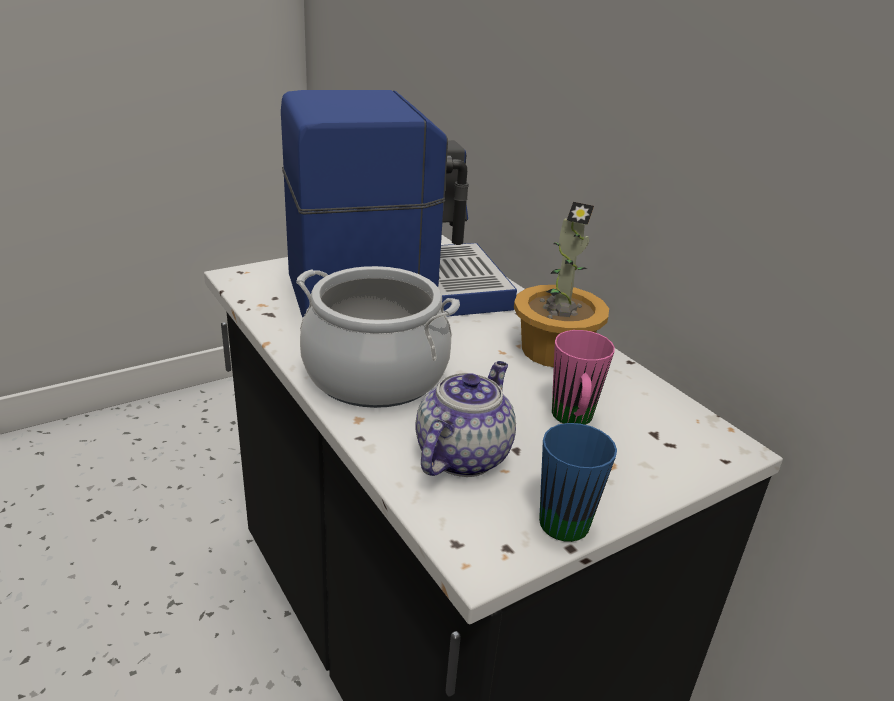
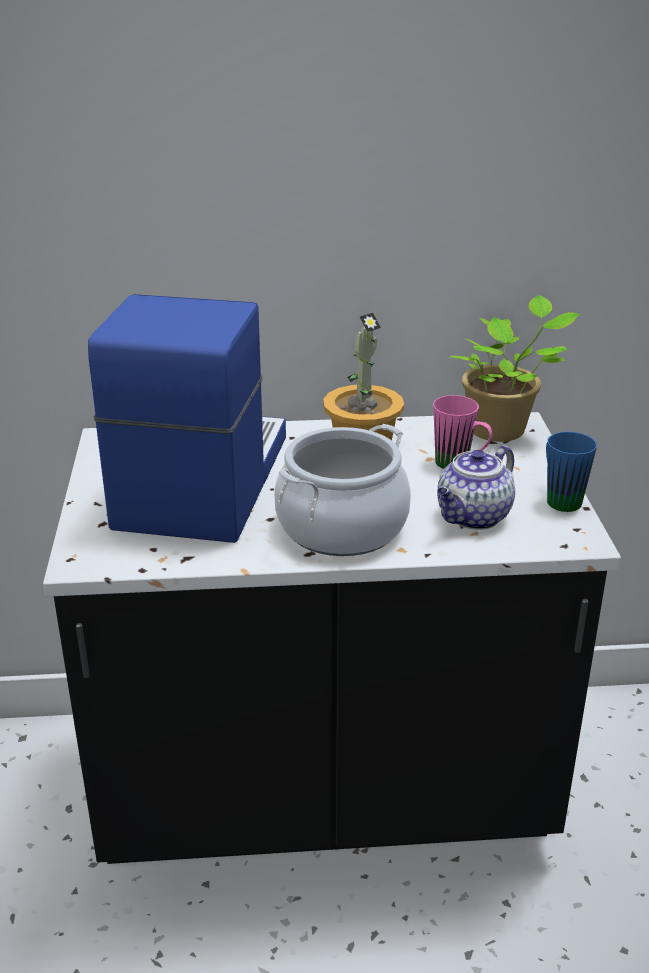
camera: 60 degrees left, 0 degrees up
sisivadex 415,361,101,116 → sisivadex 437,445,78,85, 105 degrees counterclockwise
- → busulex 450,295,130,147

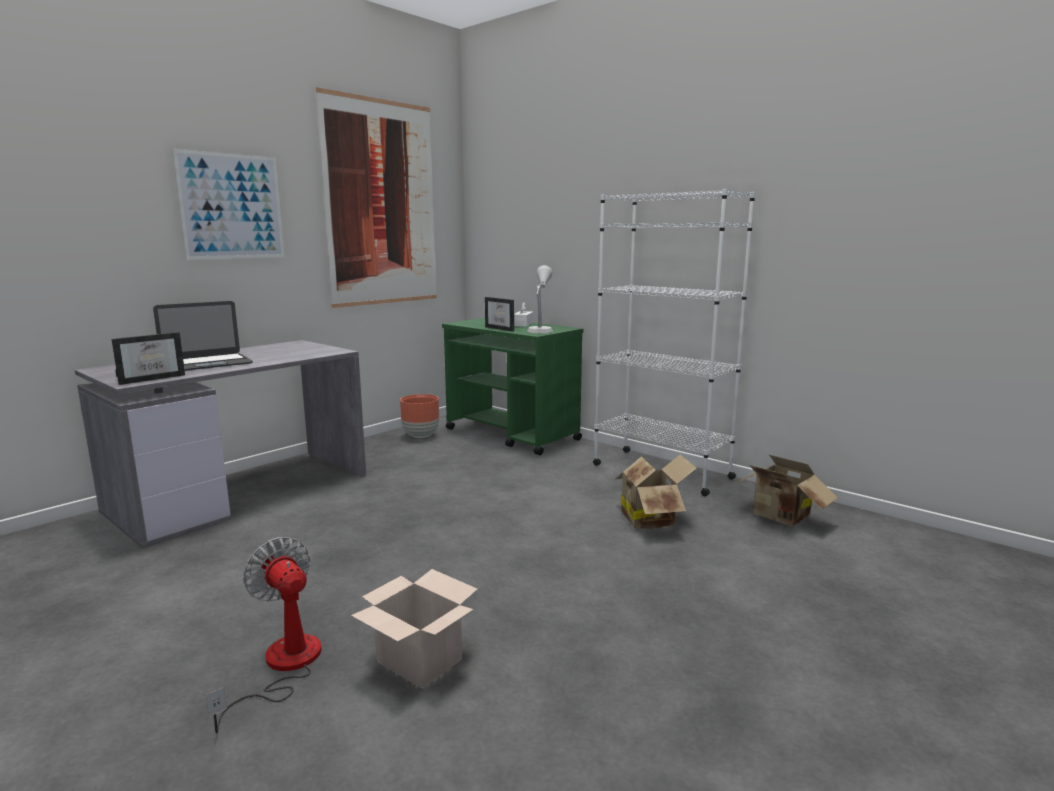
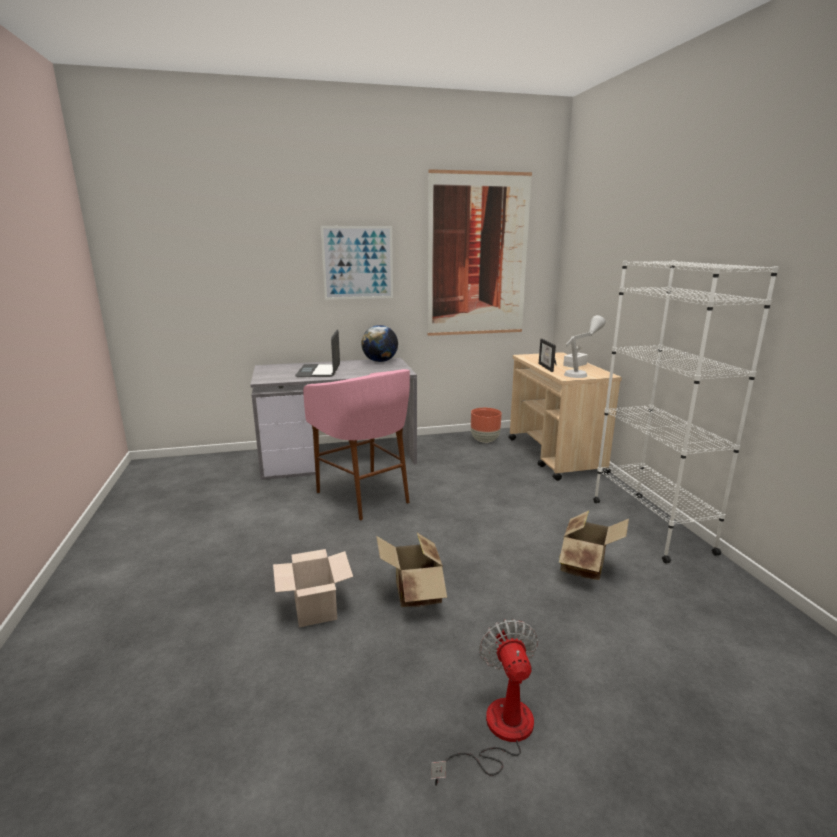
camera: 35 degrees right, 5 degrees up
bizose 153,301,100,70 → bizose 295,329,45,48, 90 degrees clockwise
- → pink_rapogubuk 303,369,107,151
- → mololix 361,325,37,37
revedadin 734,455,104,71 → revedadin 376,532,71,75, move
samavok 206,537,115,196 → samavok 431,619,107,167, move
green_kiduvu 442,318,141,137 → beige_kiduvu 508,352,114,129
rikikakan 112,332,73,53 → -

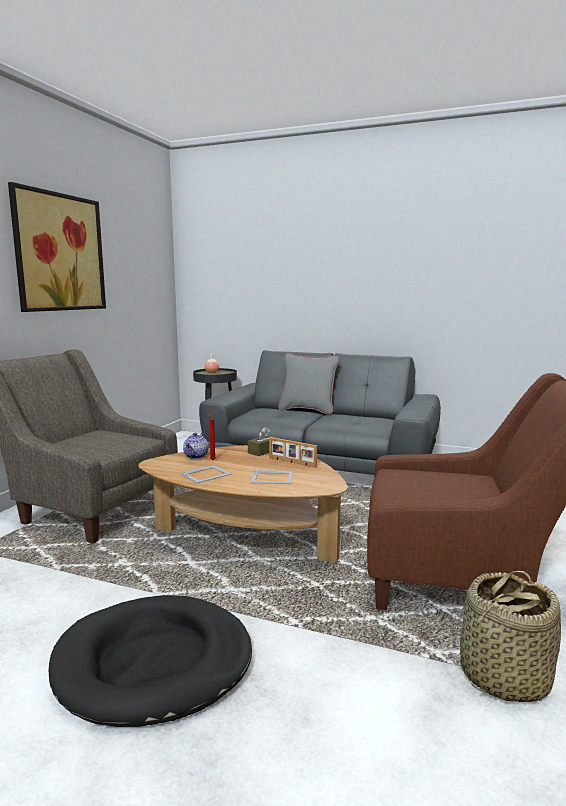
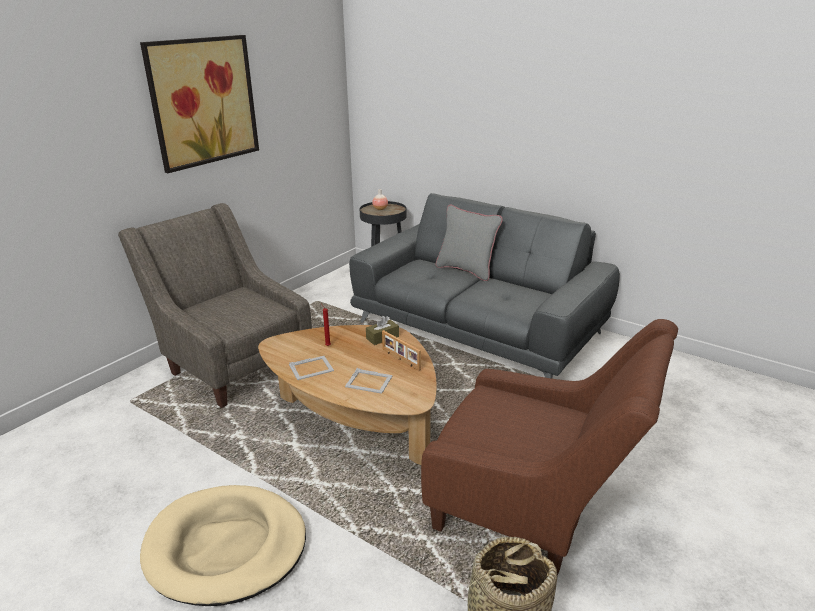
camera: 15 degrees right, 15 degrees up
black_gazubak 49,595,203,132 → beige_gazubak 140,485,166,121
sisivadex 183,433,25,26 → -

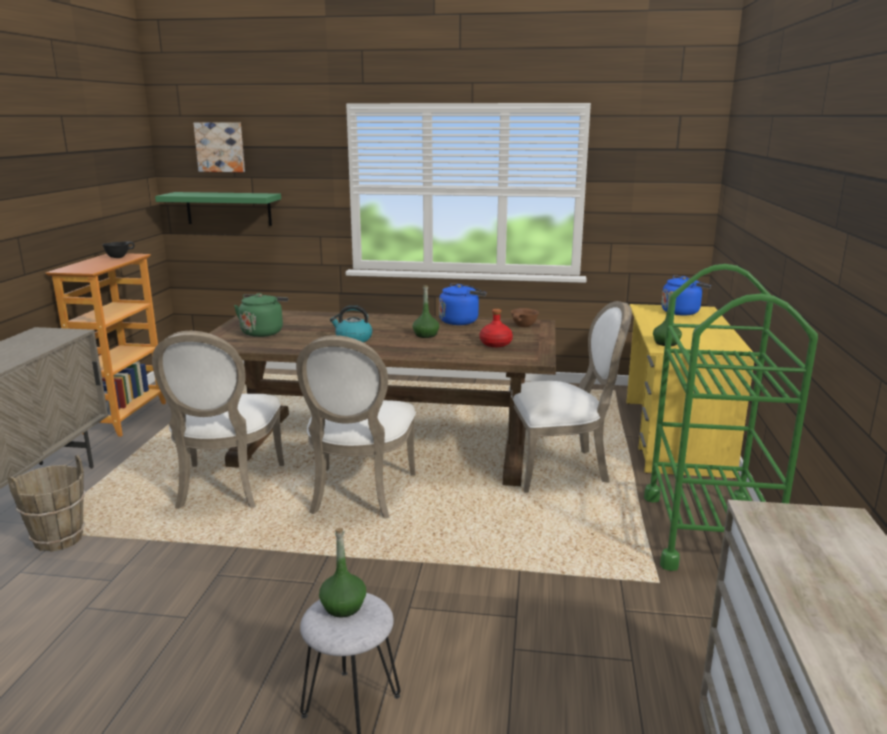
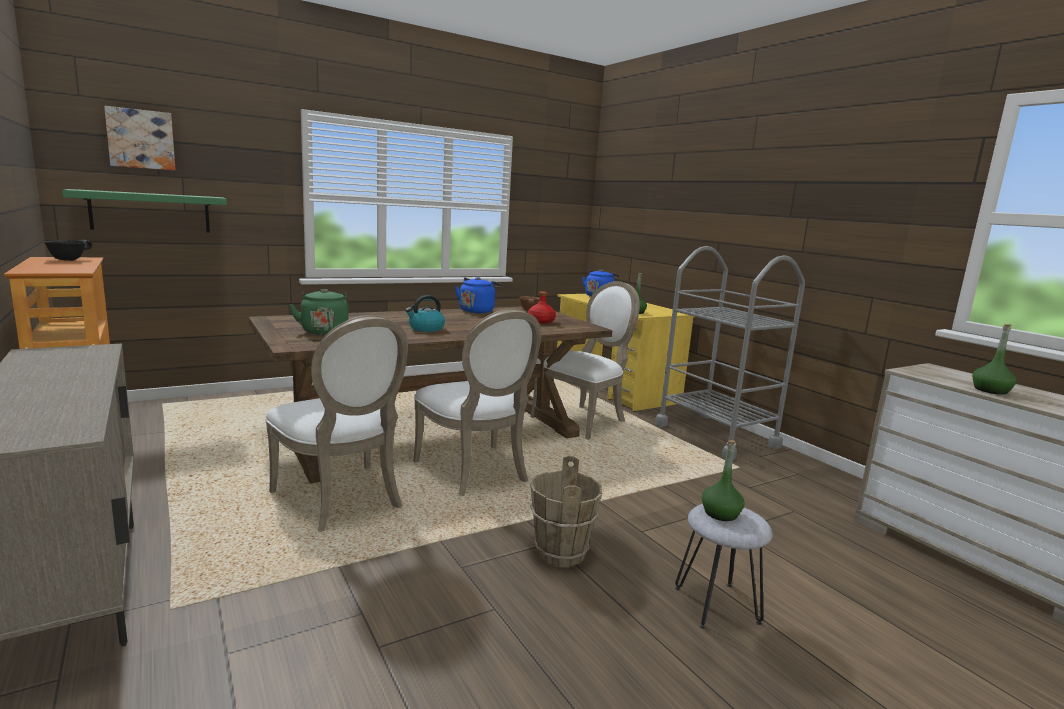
camera: 40 degrees left, 5 degrees down
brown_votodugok 8,455,78,97 → brown_votodugok 530,456,72,111, move
green_kiduvu 644,264,174,307 → grey_kiduvu 655,246,150,214
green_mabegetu 413,285,26,53 → green_mabegetu 972,324,45,71, move

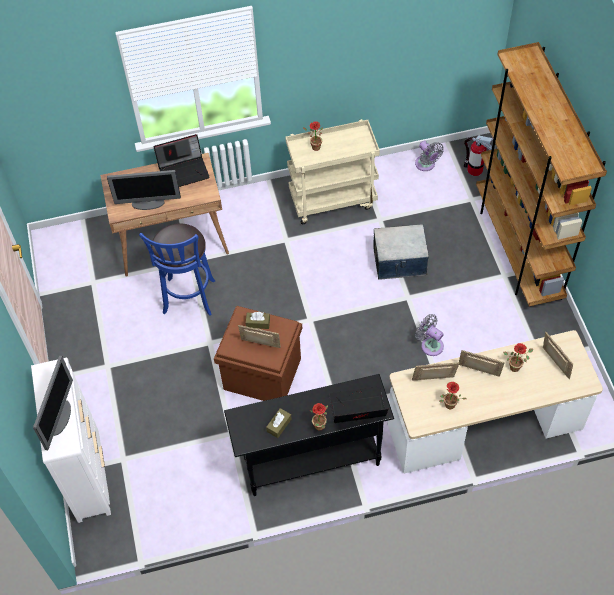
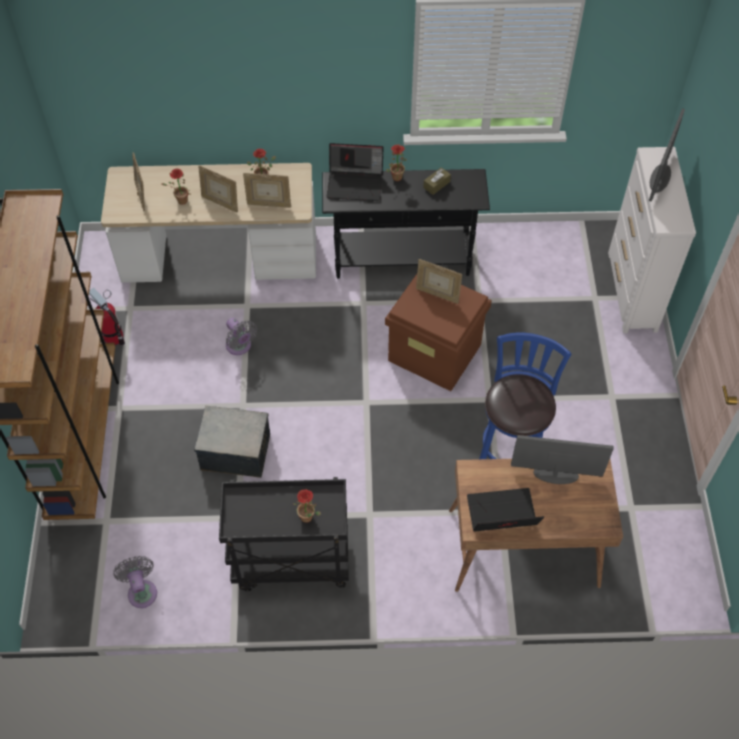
camera: 170 degrees left, 0 degrees up
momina 464,135,29,41 → momina 89,288,36,58, move
beige_kiduvu 285,119,95,105 → black_kiduvu 219,477,130,114
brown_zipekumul 245,312,25,17 → -

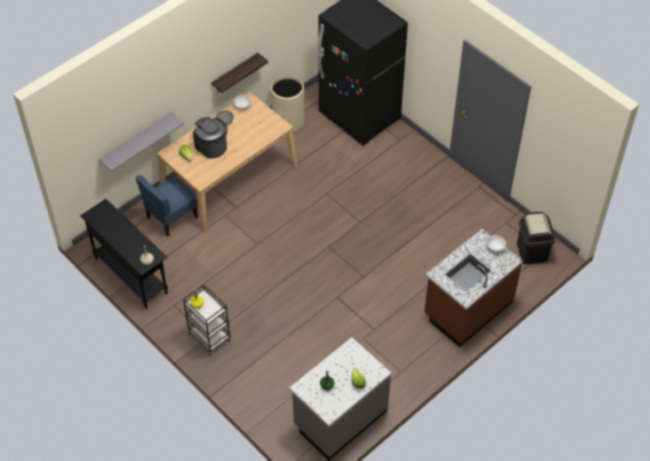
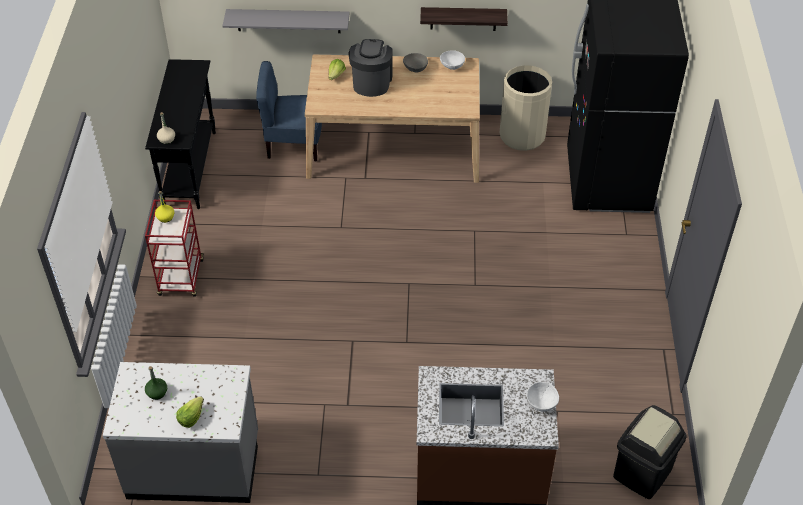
camera: 45 degrees right, 5 degrees down
black_kiduvu 183,284,48,71 → red_kiduvu 145,200,59,97

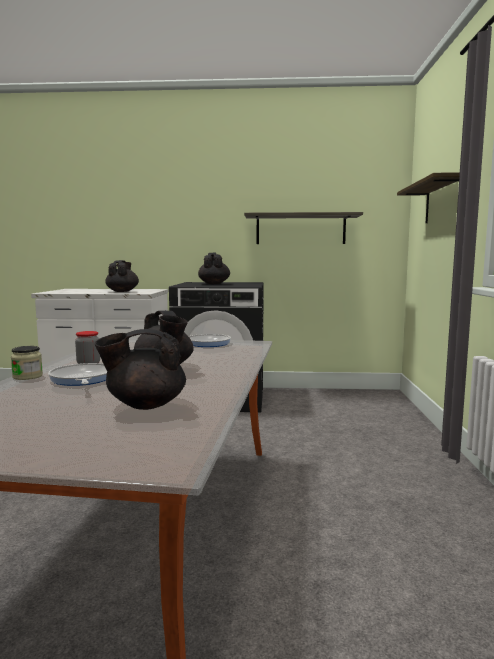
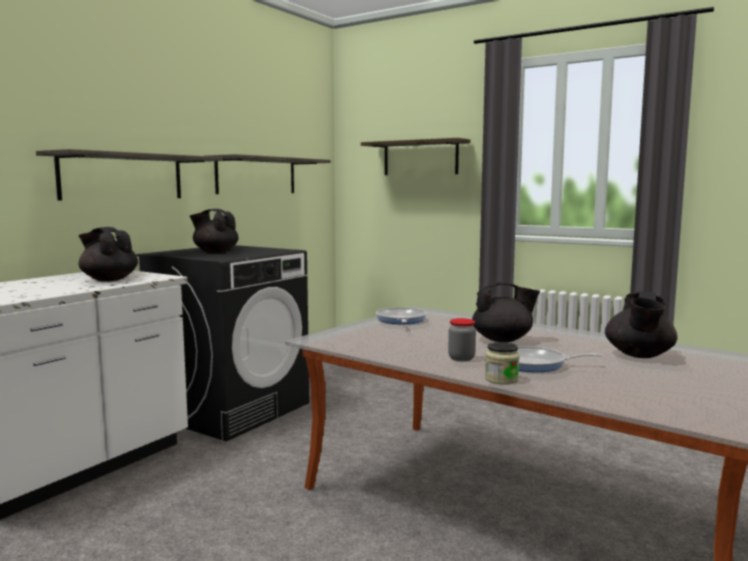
camera: 60 degrees left, 0 degrees up
- → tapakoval 36,149,187,52

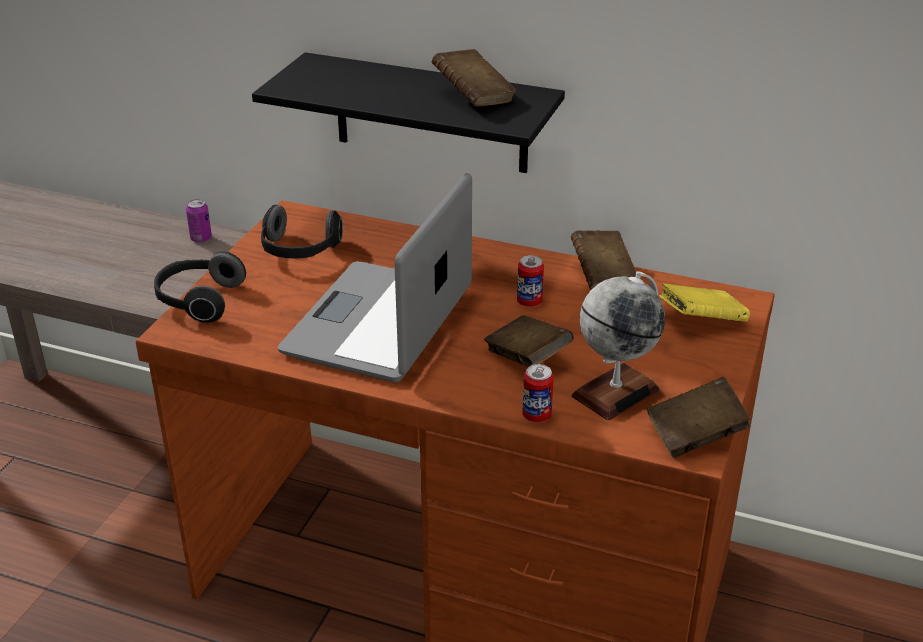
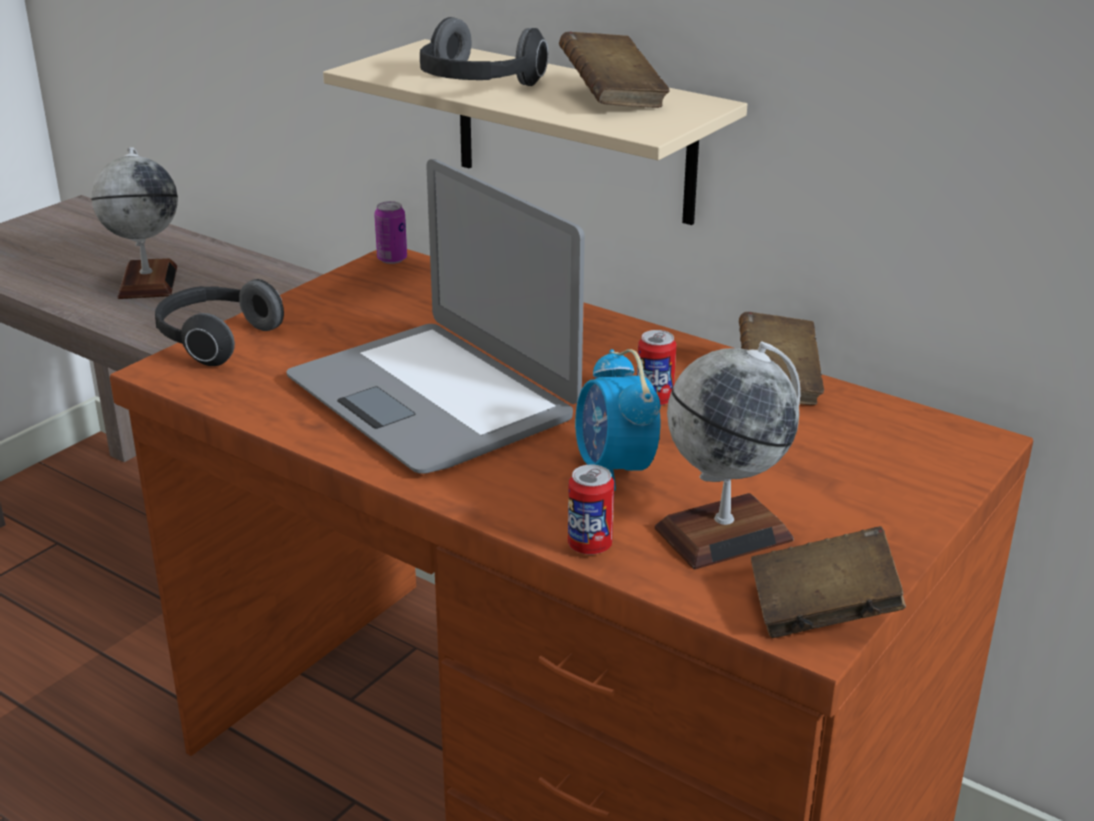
camera: 15 degrees right, 5 degrees down
- → mololix 91,148,87,151
bizose 278,173,194,210 → bizose 286,159,299,315, 75 degrees counterclockwise
black_tapakoval 252,52,313,121 → beige_tapakoval 323,39,424,186
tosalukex 186,199,26,44 → tosalukex 374,201,33,63, move
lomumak 261,205,82,54 → lomumak 420,17,128,69, move
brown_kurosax 484,315,90,52 → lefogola 575,349,85,142
yellow_kurosax 659,283,91,39 → -

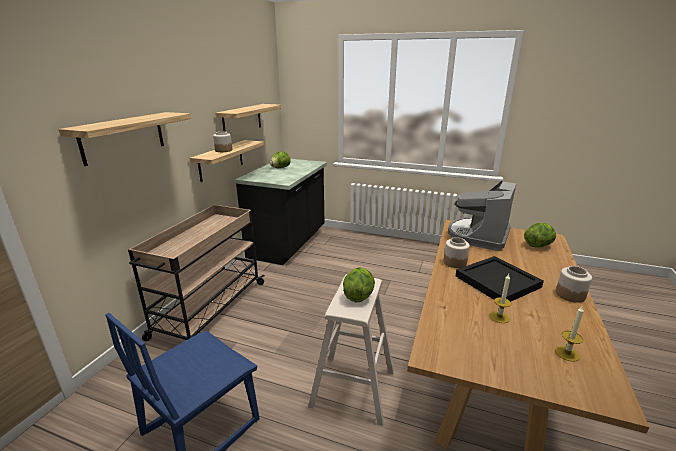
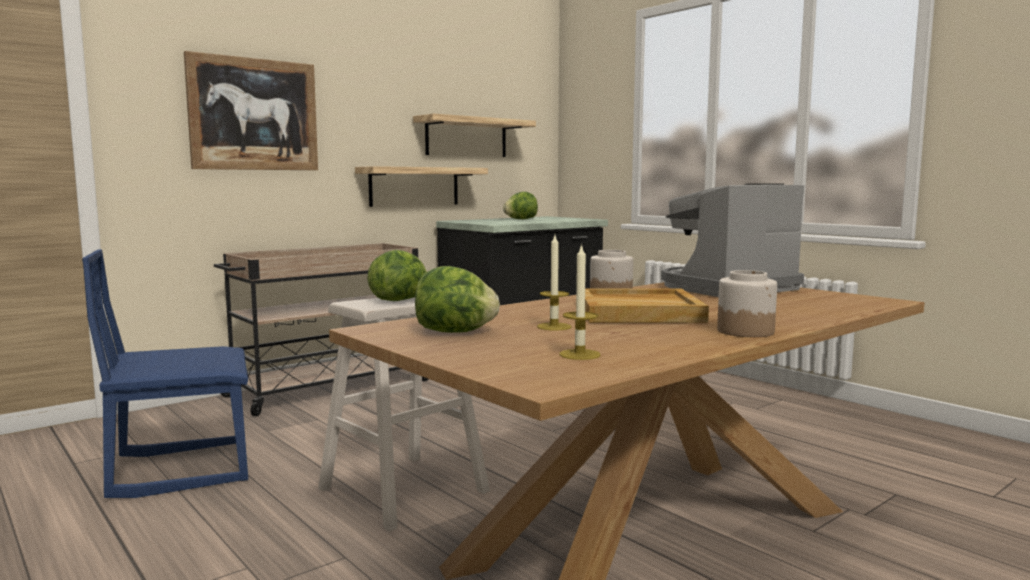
camera: 30 degrees right, 15 degrees down
tapakoval 58,112,133,54 → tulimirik 184,51,134,119
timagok 524,223,32,25 → timagok 415,266,85,67, move
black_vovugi 456,256,88,45 → beige_vovugi 585,288,124,35
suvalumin 213,131,19,21 → -

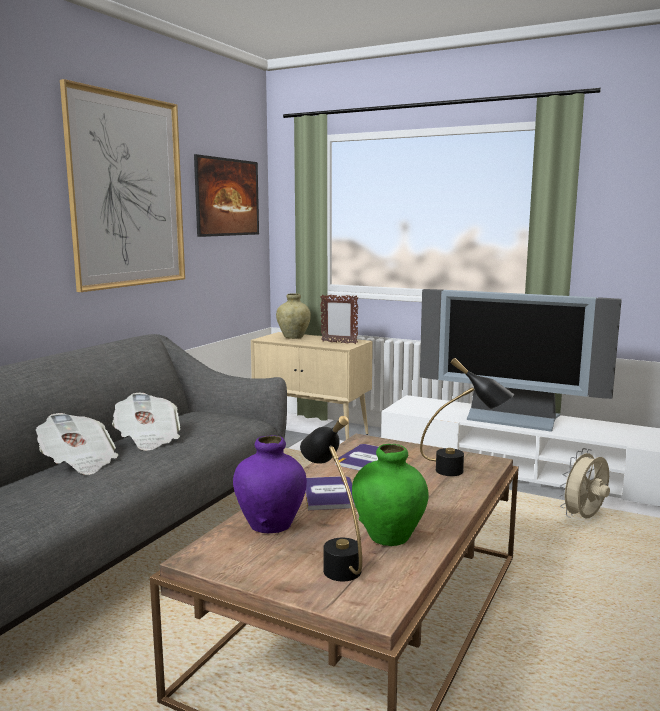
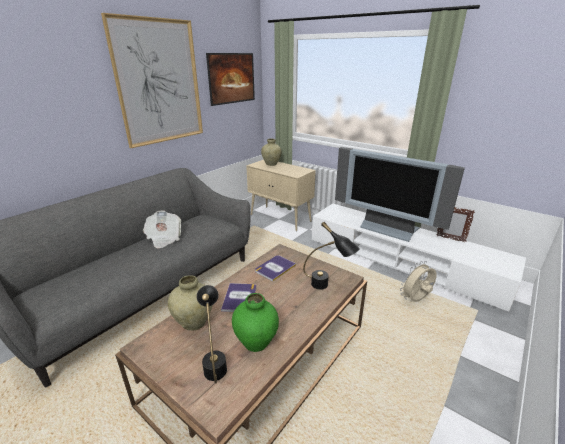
camera: 10 degrees right, 15 degrees up
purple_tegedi 233,435,74,98 → beige_tegedi 168,275,45,55
rikikakan 320,295,38,49 → rikikakan 436,207,39,35, move
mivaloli 36,413,83,62 → -

